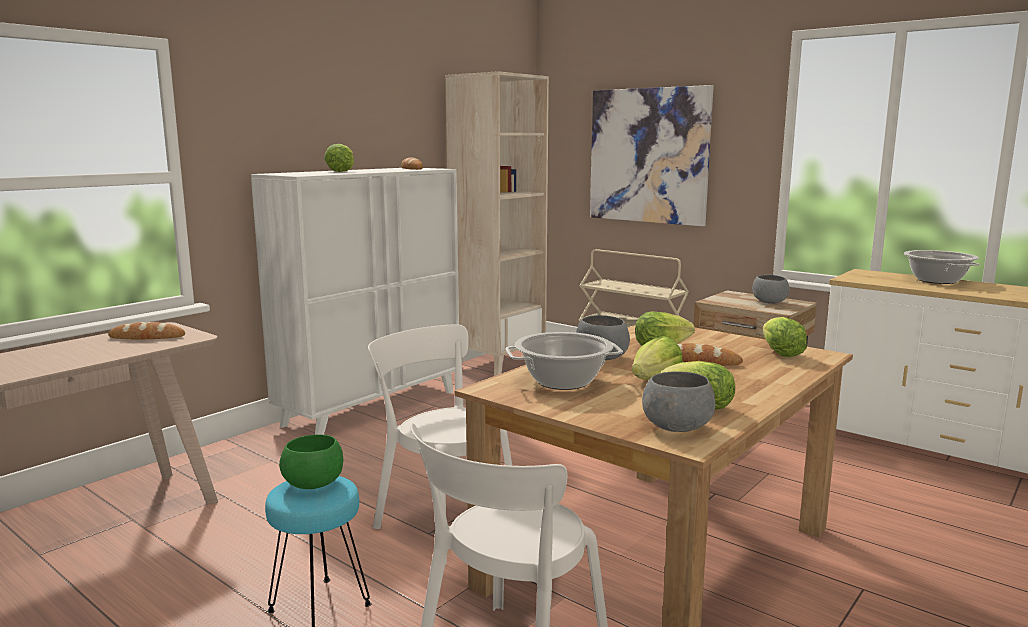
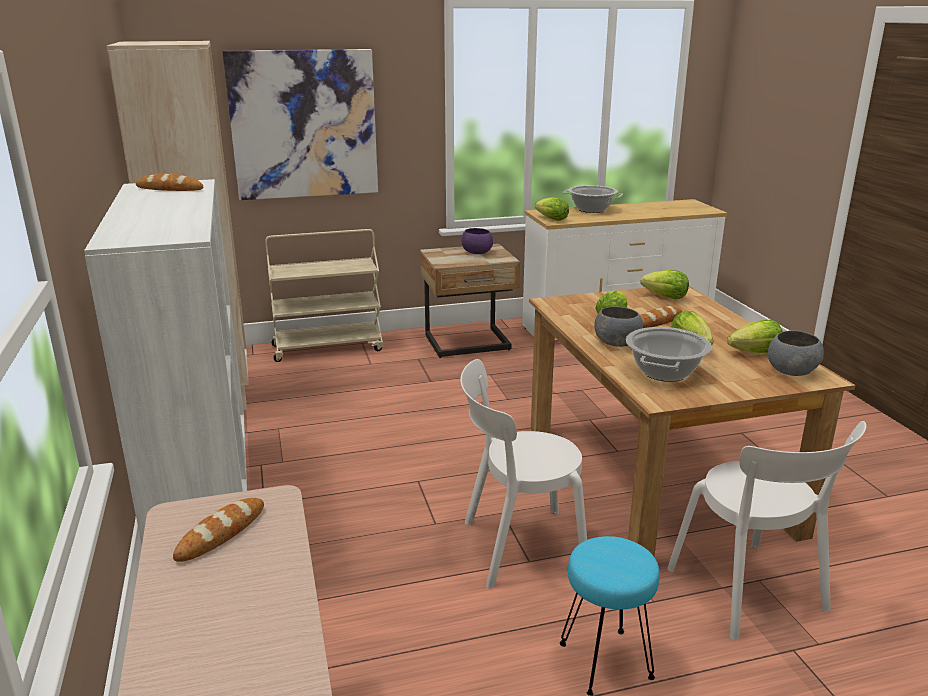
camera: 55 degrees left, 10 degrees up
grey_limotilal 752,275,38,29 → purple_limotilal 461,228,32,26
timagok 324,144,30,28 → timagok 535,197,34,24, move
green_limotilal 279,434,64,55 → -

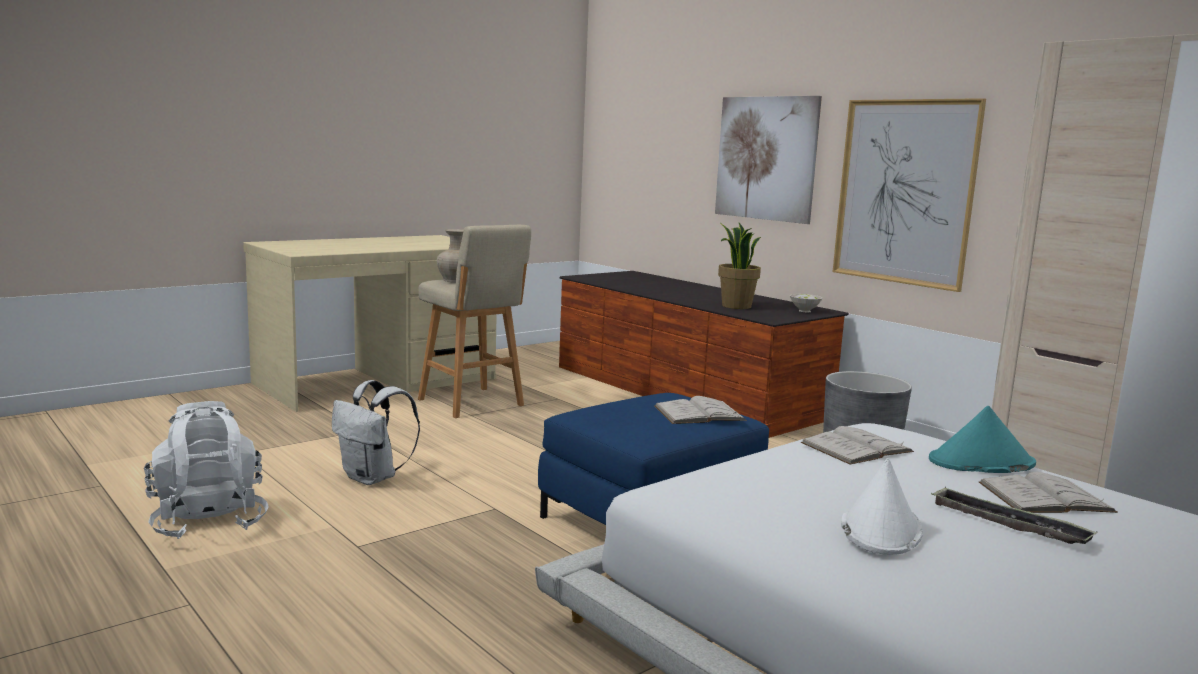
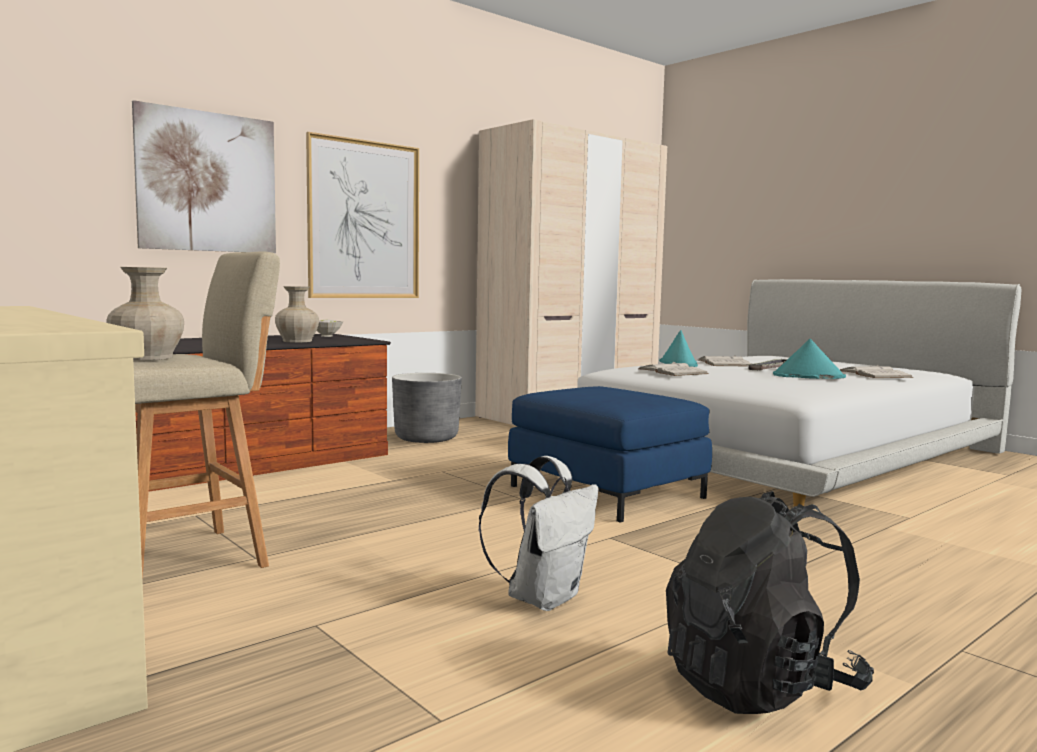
camera: 90 degrees left, 5 degrees down
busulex 718,222,43,87 → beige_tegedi 275,286,44,57
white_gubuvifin 144,401,125,138 → black_gubuvifin 666,491,208,223
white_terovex 841,458,82,97 → turquoise_terovex 773,339,73,40
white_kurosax 654,396,93,28 → white_kurosax 840,365,73,13, move

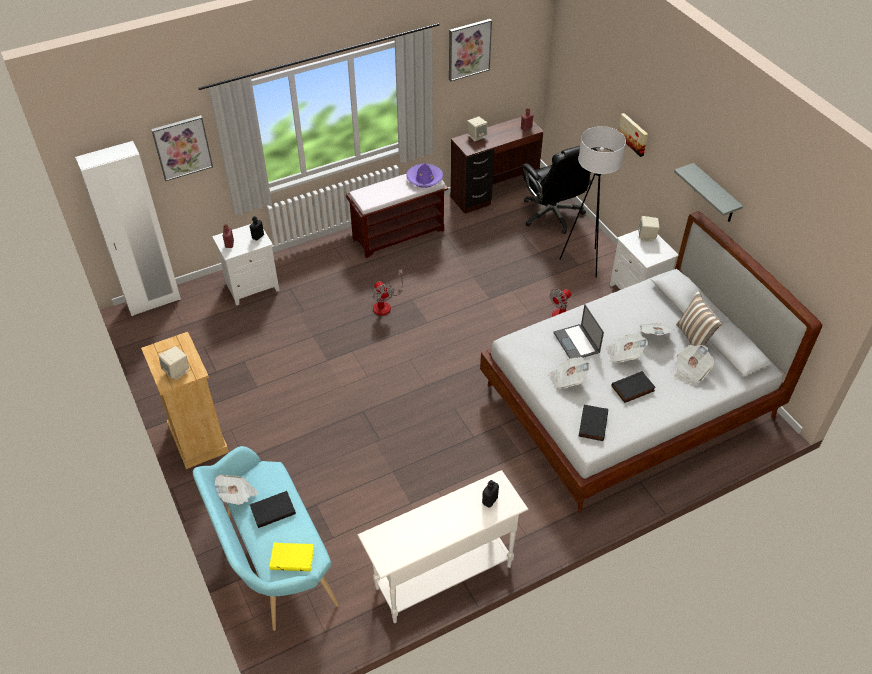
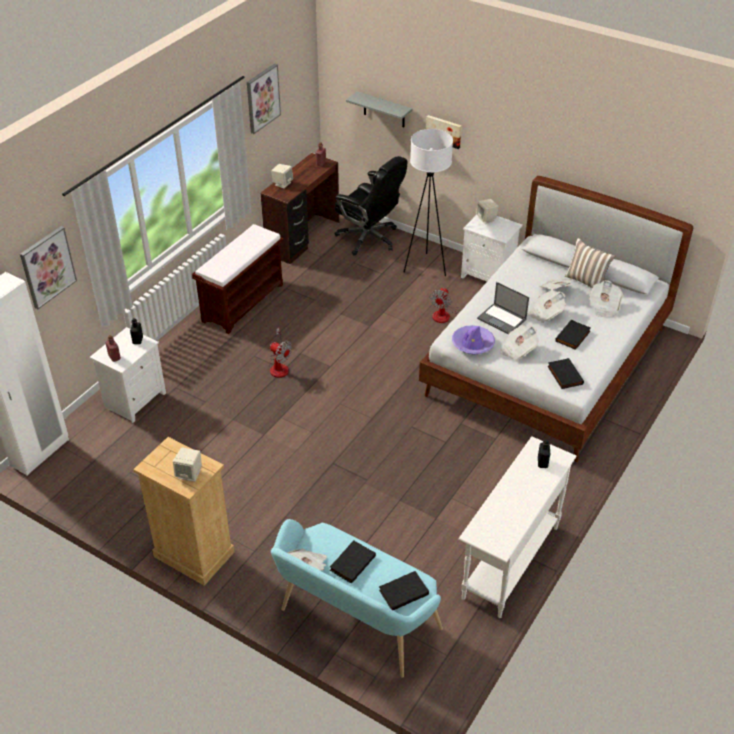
camera: 30 degrees left, 5 degrees down
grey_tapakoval 674,163,69,59 → grey_tapakoval 346,91,66,36, move
yellow_kurosax 269,543,45,28 → black_kurosax 379,571,50,39
purple_terovex 406,163,37,25 → purple_terovex 452,325,43,30, move

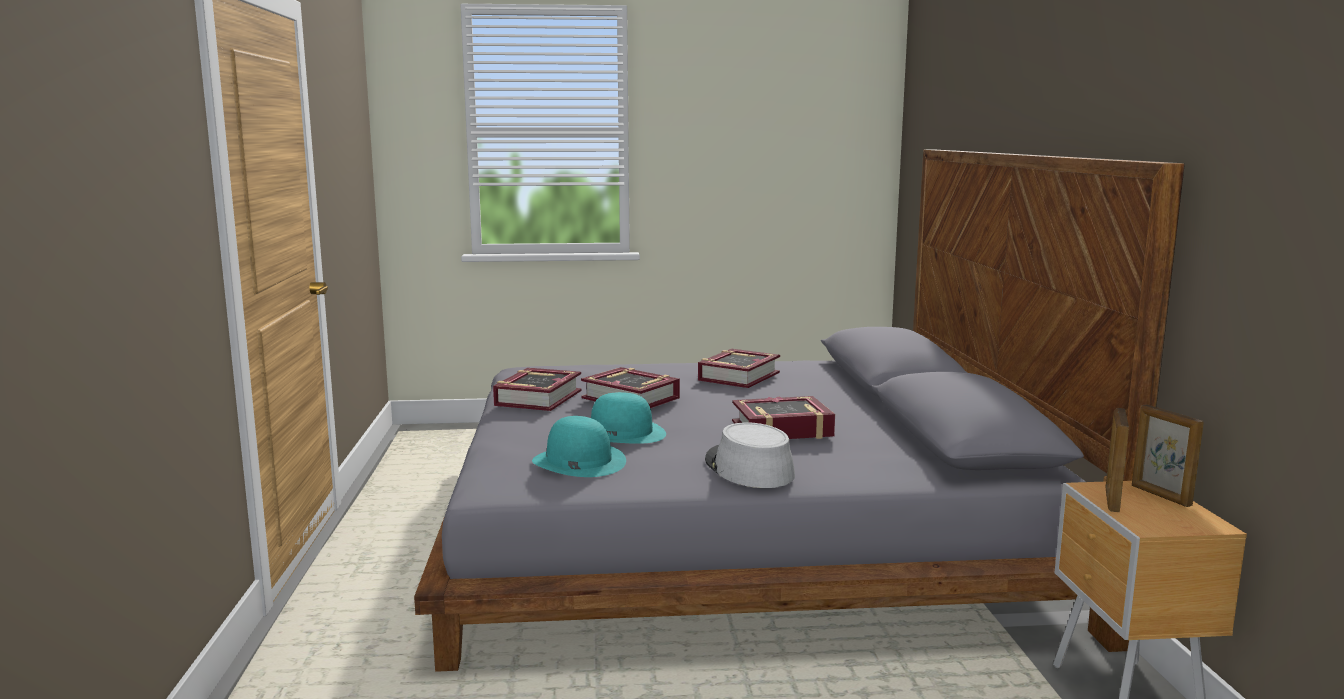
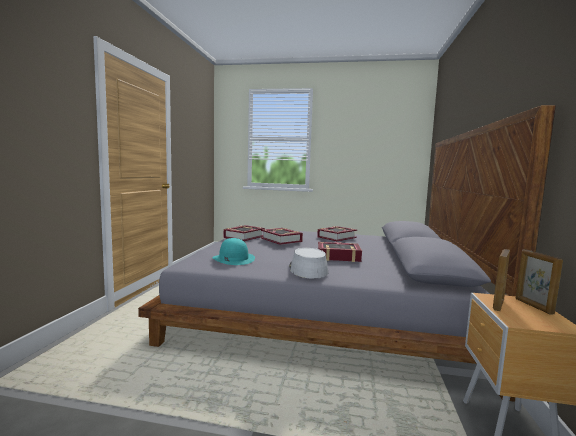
camera: 15 degrees right, 5 degrees down
turquoise_terovex 591,392,75,52 → -

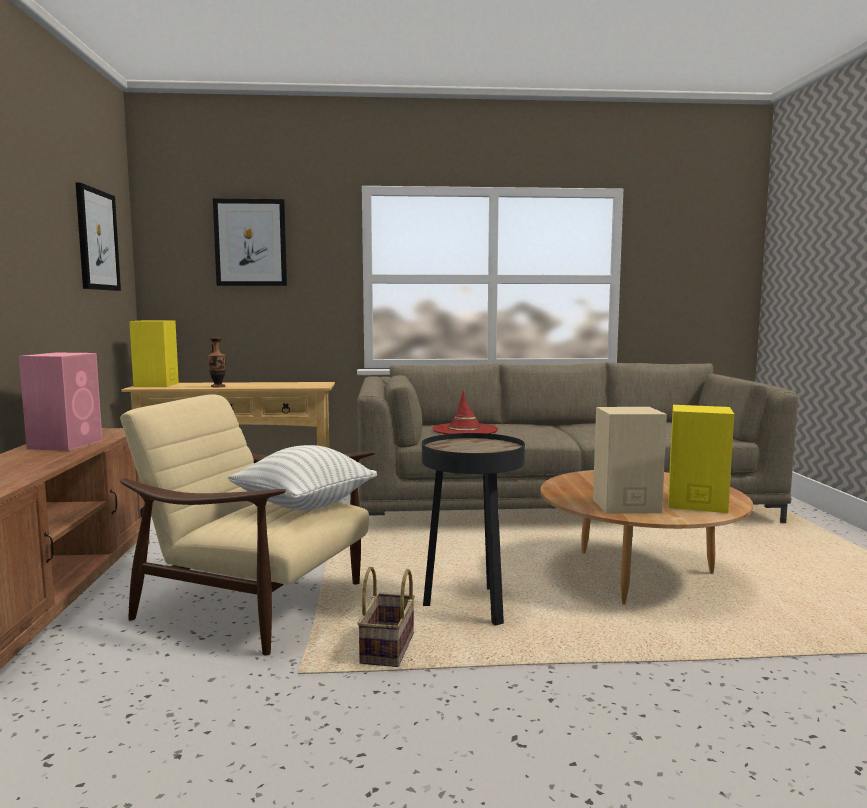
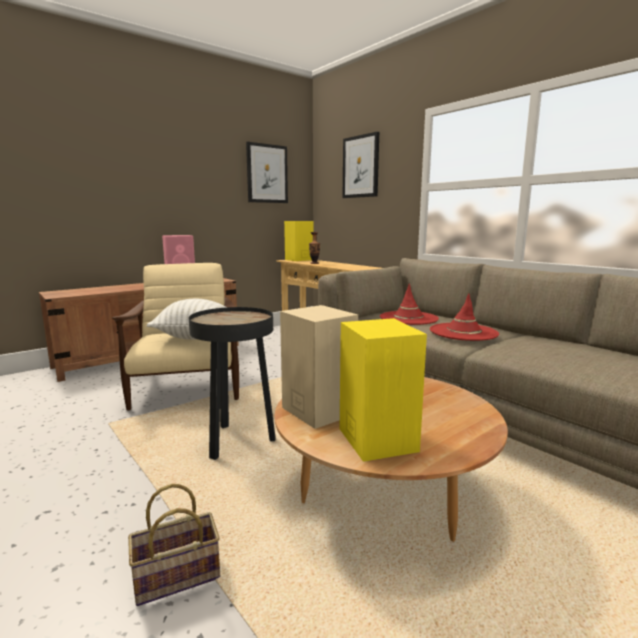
camera: 55 degrees right, 5 degrees up
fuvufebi 357,567,58,100 → fuvufebi 128,484,92,122, move
- → red_terovex 430,293,69,48

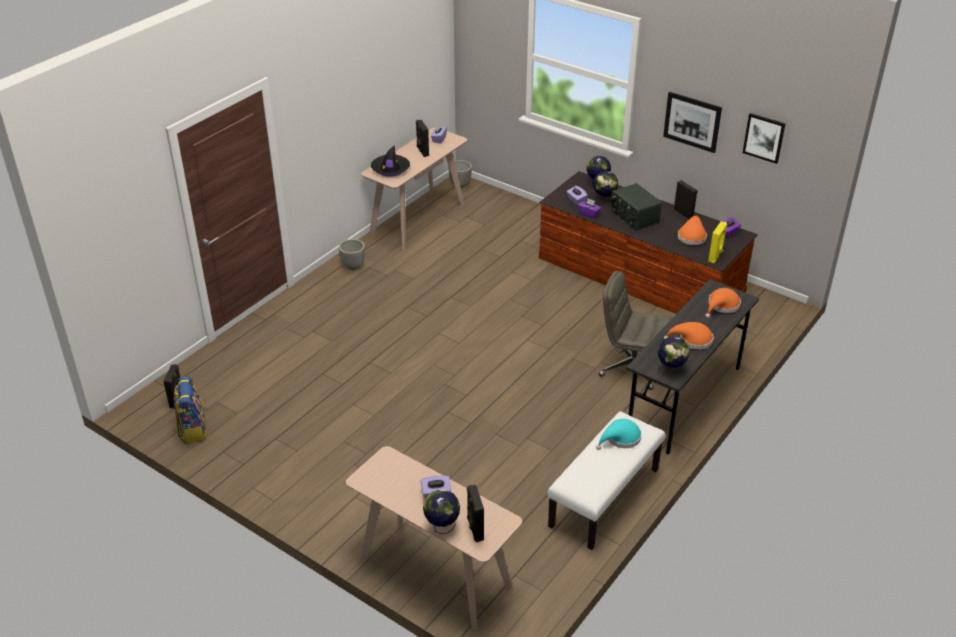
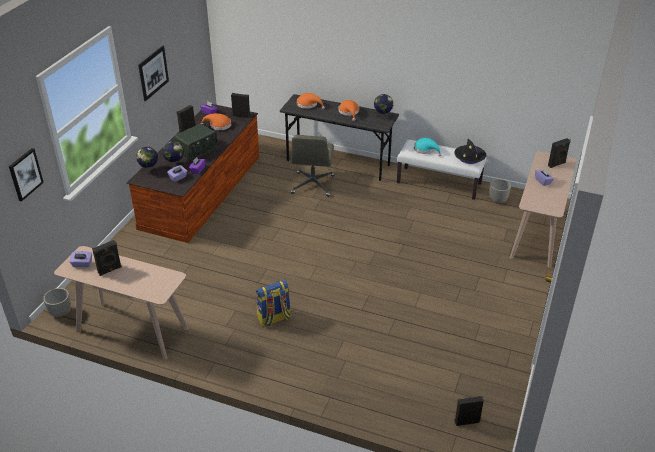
camera: 105 degrees left, 0 degrees up
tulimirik 743,113,42,51 → tulimirik 9,148,35,53, move
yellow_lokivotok 708,221,19,42 → black_lokivotok 231,93,19,25
gubuvifin 174,376,32,67 → gubuvifin 256,280,35,48, move
black_terovex 371,145,39,32 → black_terovex 454,139,32,25, move
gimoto 339,239,26,31 → gimoto 489,179,22,25, move
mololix 423,489,37,45 → -

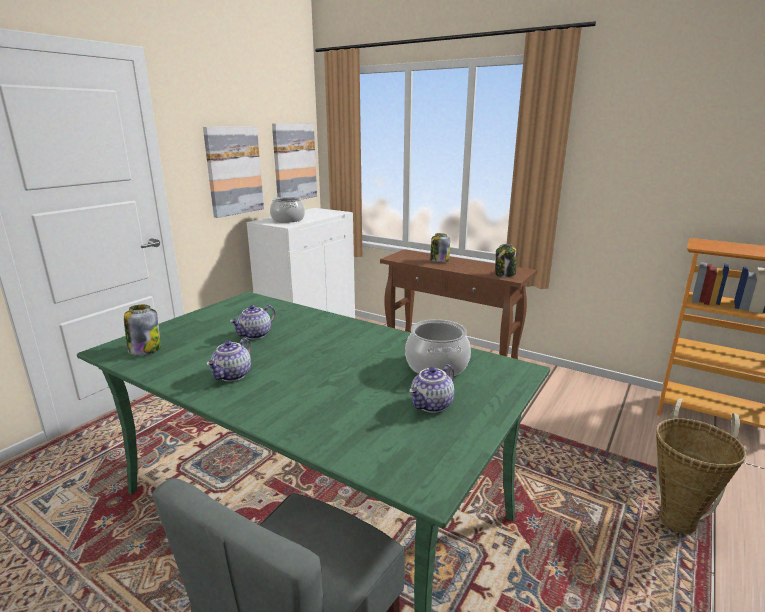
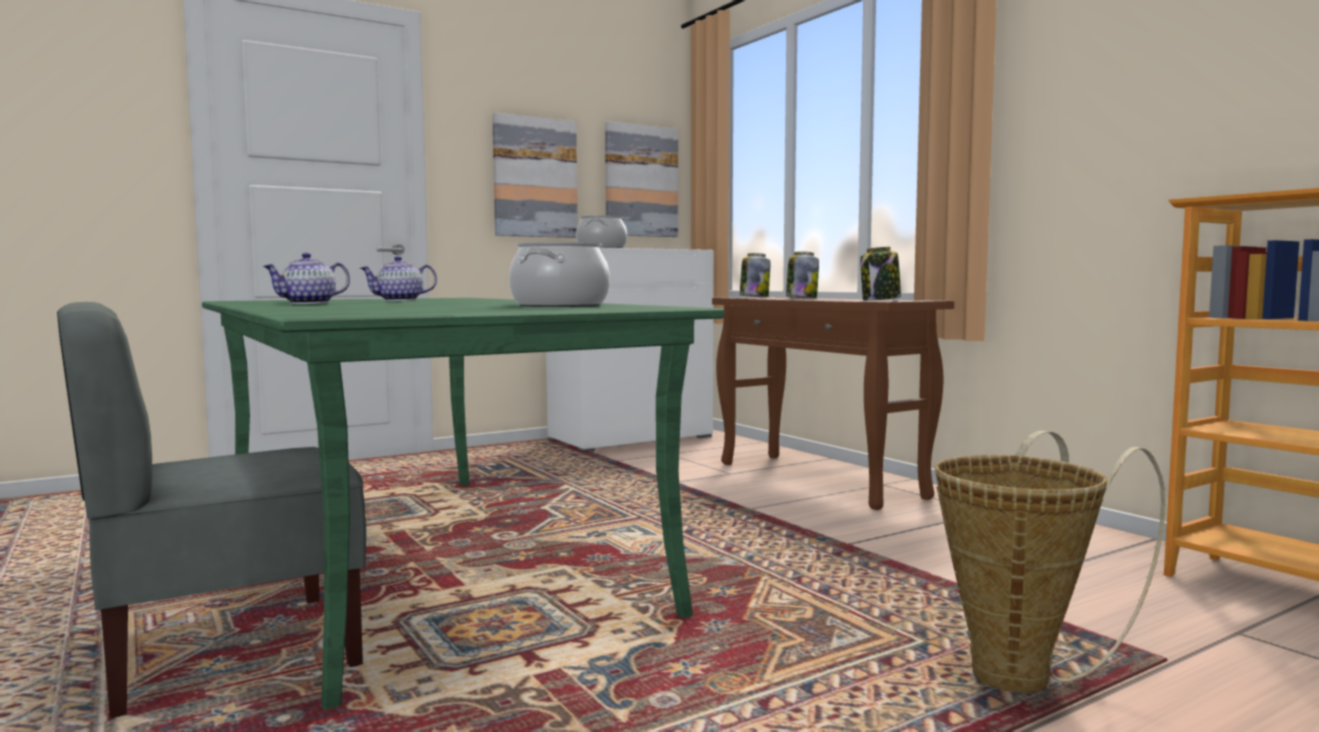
camera: 25 degrees right, 15 degrees down
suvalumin 124,305,37,50 → suvalumin 740,253,30,44, move
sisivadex 409,364,45,49 → -

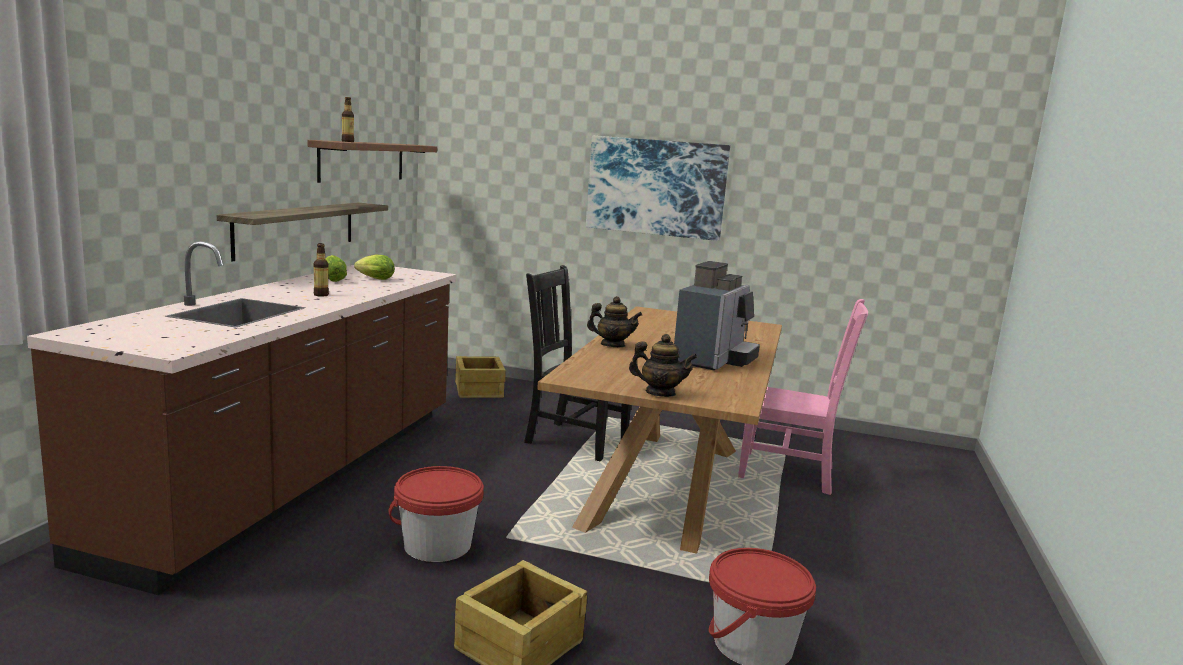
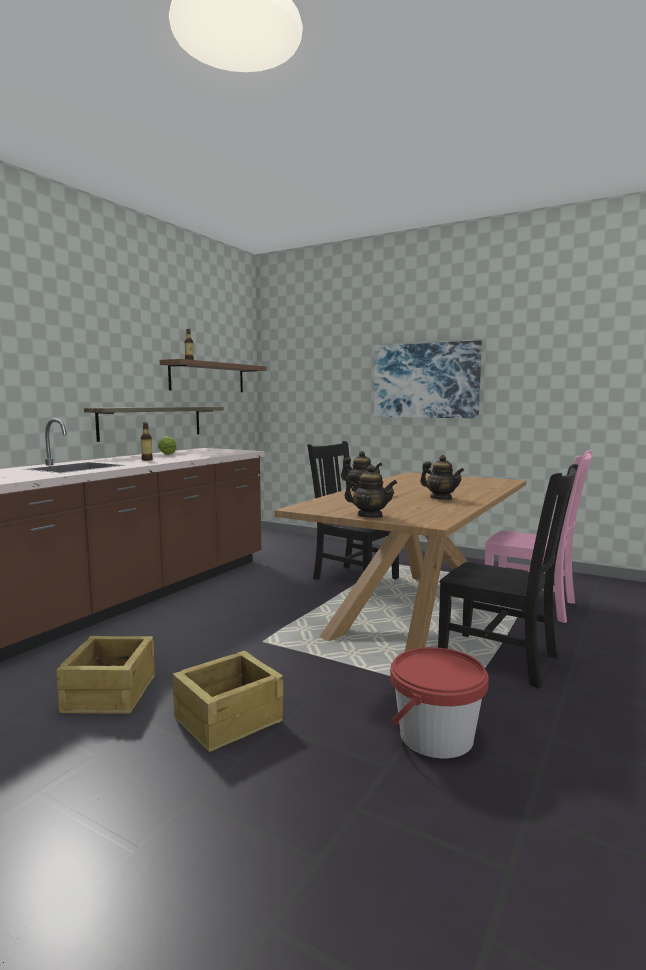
camera: 15 degrees right, 5 degrees down
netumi 455,356,51,42 → netumi 56,636,99,78, move
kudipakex 674,261,86,110 → sisivadex 420,455,44,45
- → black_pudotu 438,464,140,225
timagok 354,254,41,26 → -
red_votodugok 389,466,95,96 → -

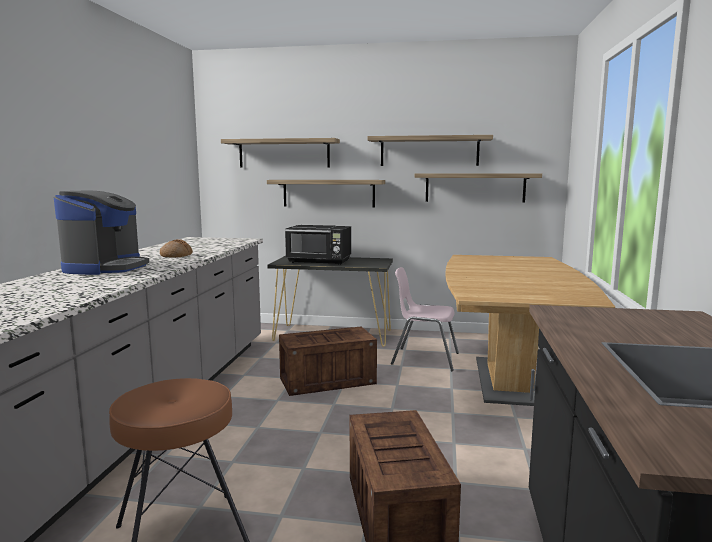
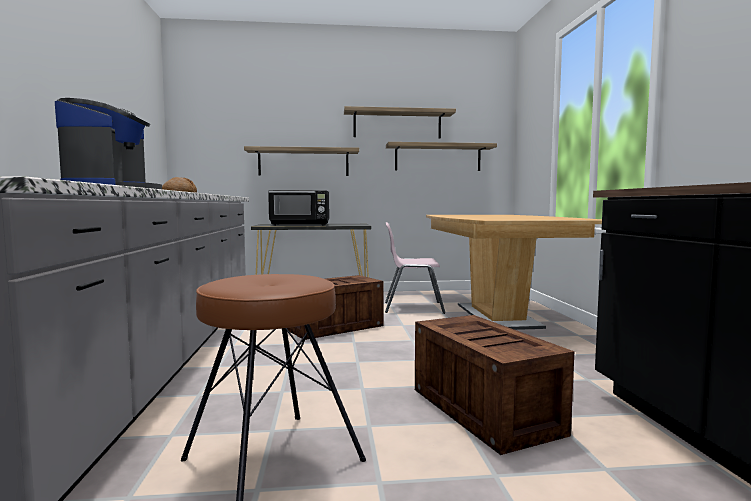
camera: 15 degrees left, 5 degrees down
tapakoval 221,138,119,30 → -

